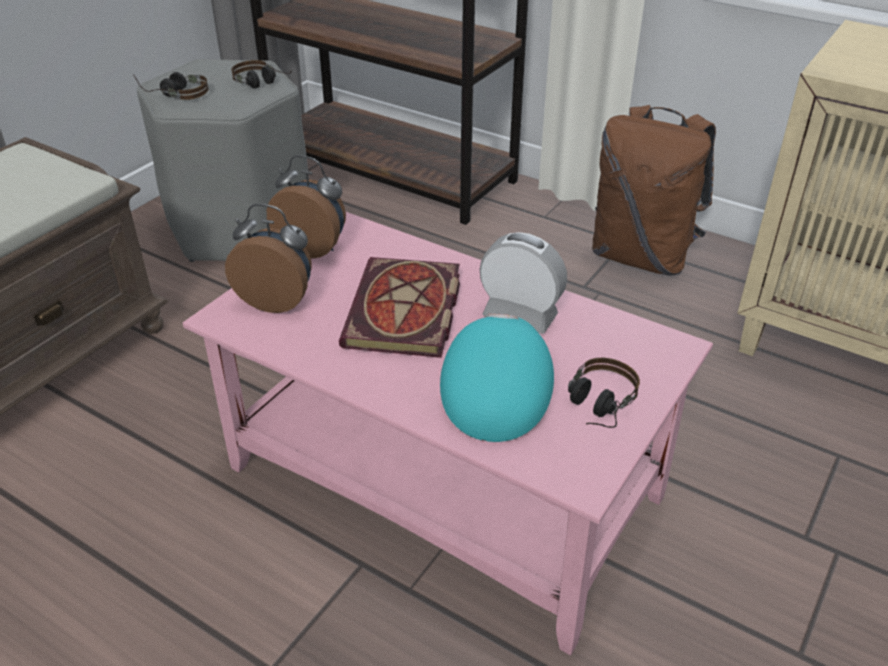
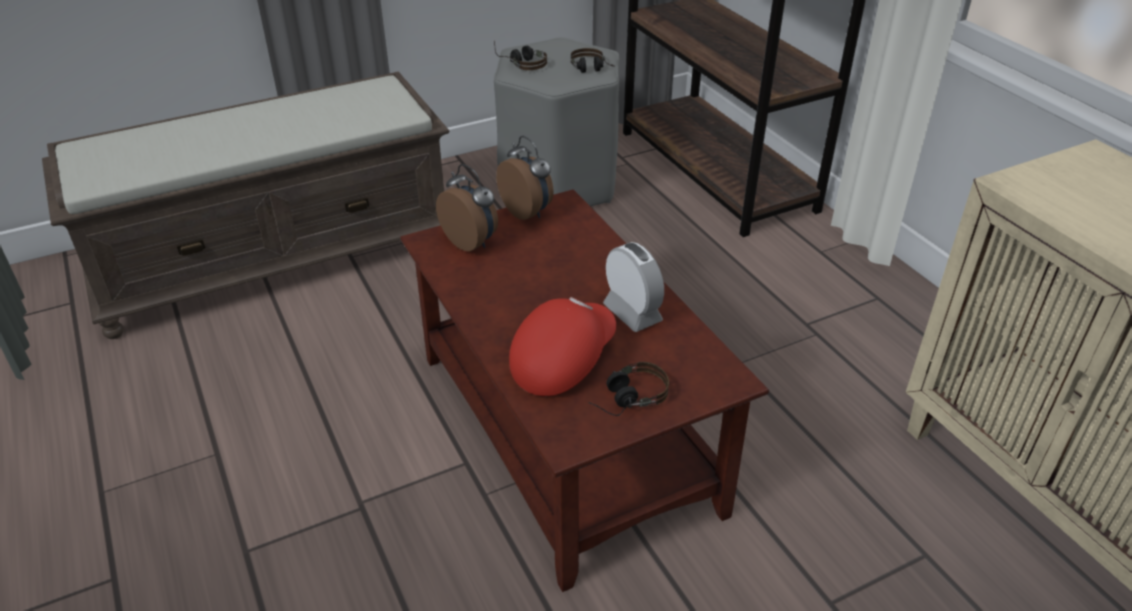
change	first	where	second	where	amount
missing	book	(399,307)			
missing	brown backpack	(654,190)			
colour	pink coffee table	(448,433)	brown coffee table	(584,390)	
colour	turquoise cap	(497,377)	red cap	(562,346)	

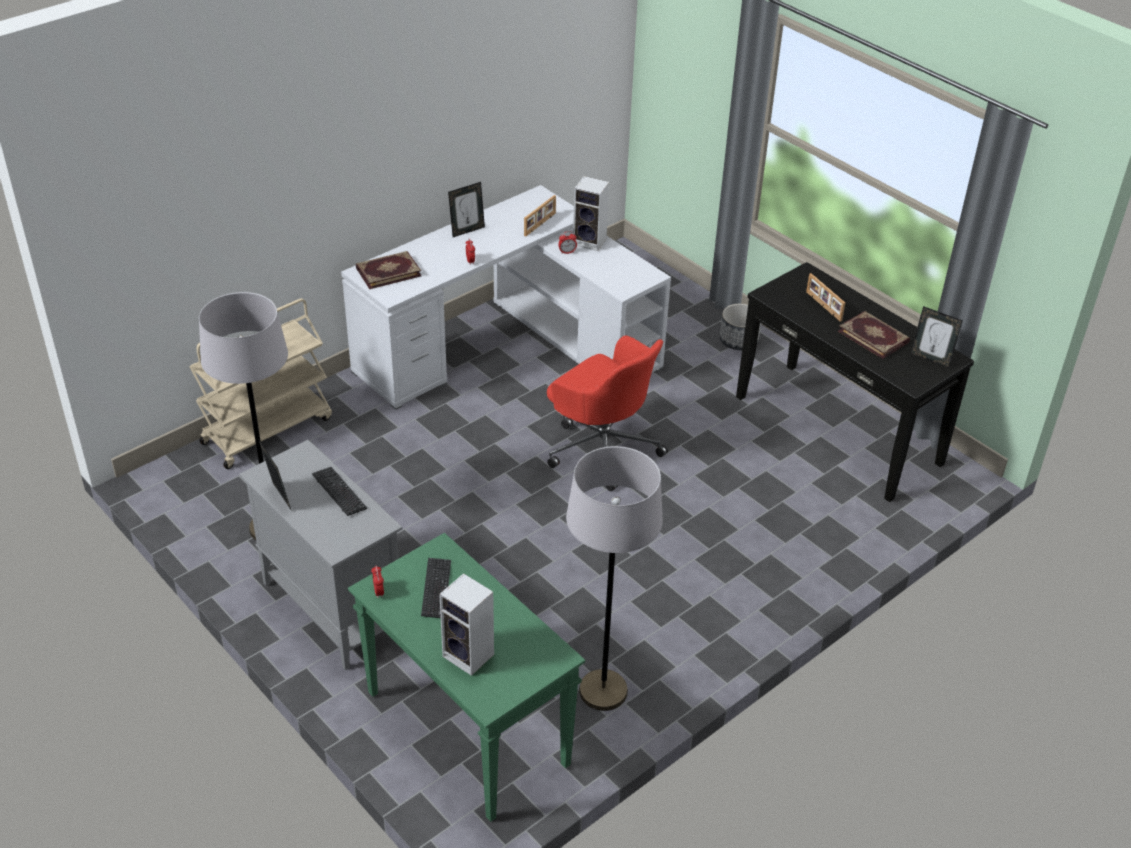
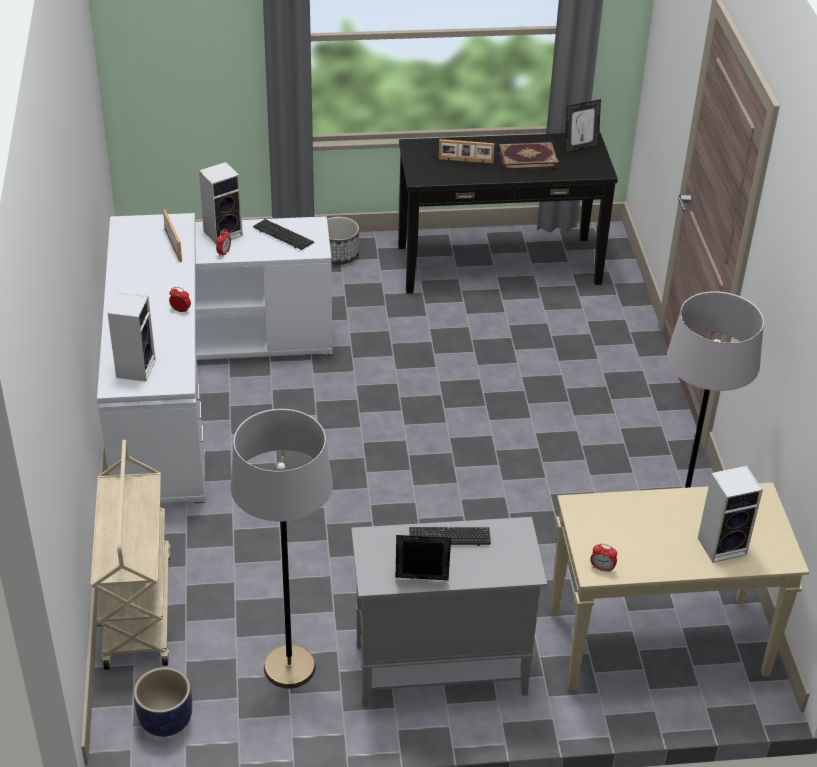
change	first	where	second	where	amount
missing	picture frame	(466,209)			
missing	red office chair	(607,413)			
appeared			planter	(163,702)	
relocated	keyboard	(436,588)		(283,234)	
exchanged	book	(388,270)	speaker	(132,337)	
colour	green console table	(466,677)	beige console table	(680,586)	

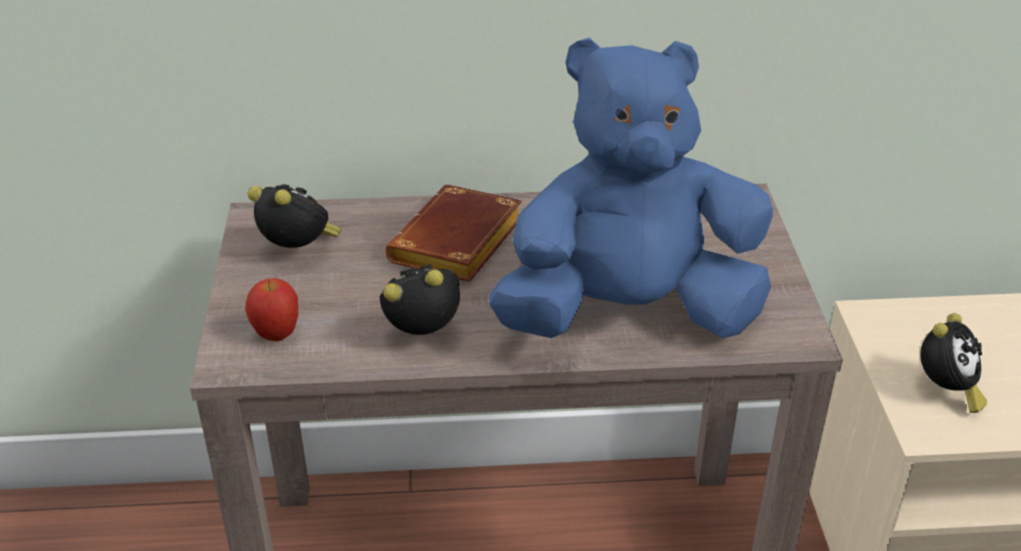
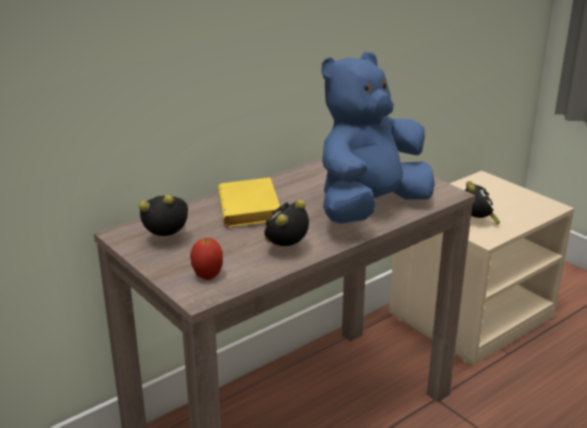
change	first	where	second	where	amount
colour	brown book	(454,233)	yellow book	(249,202)	

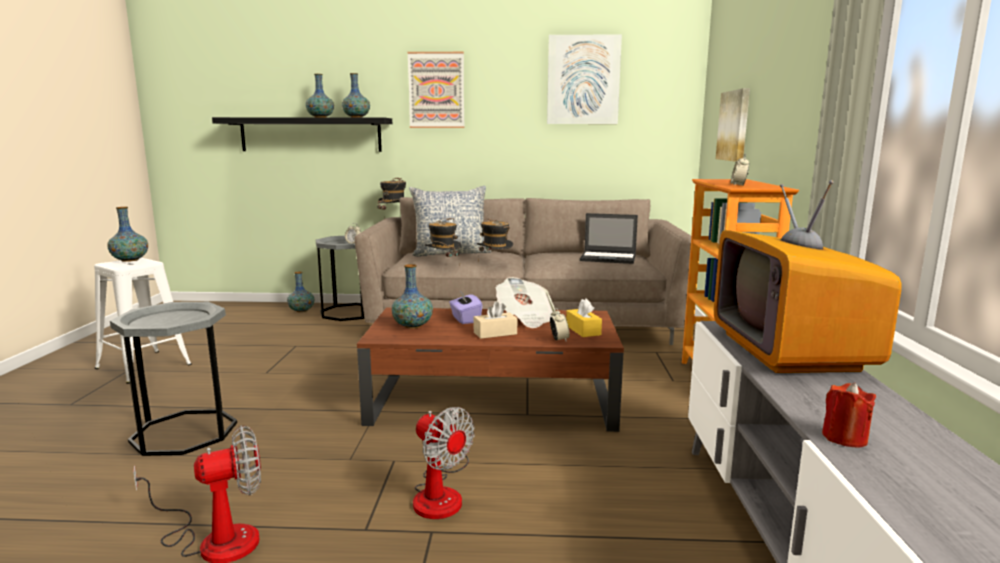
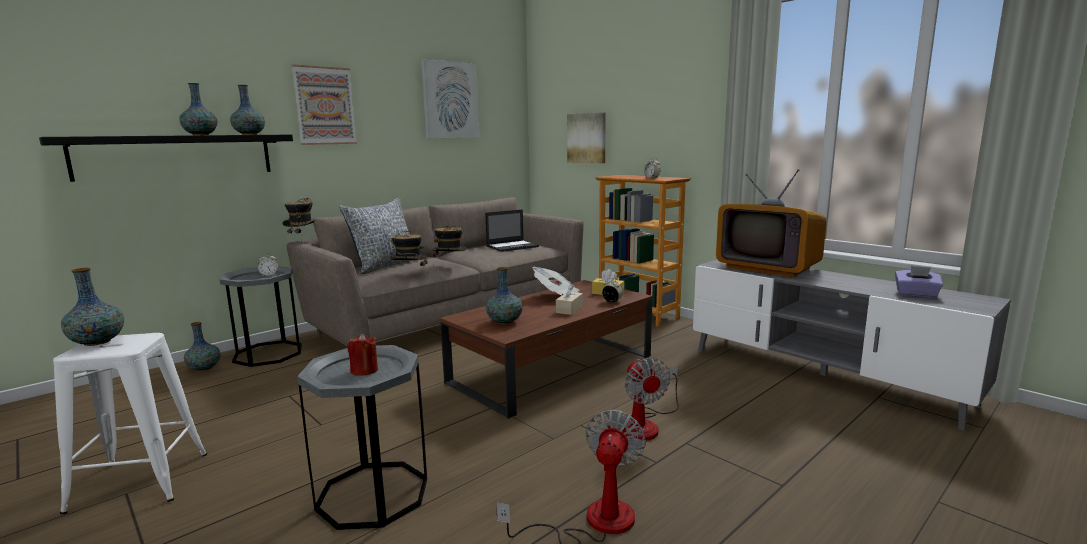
change	first	where	second	where	amount
relocated	purple tissue box	(466,307)		(919,282)	
relocated	red candle	(849,415)		(362,354)	
spun	fan	(444,463)		(652,399)	75 degrees clockwise

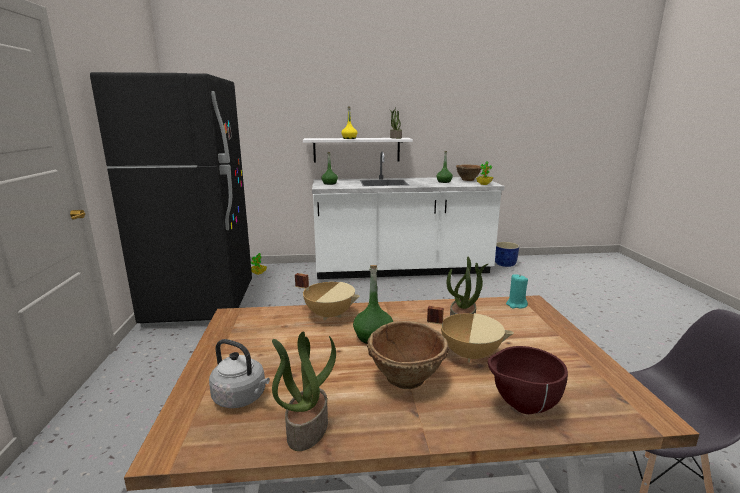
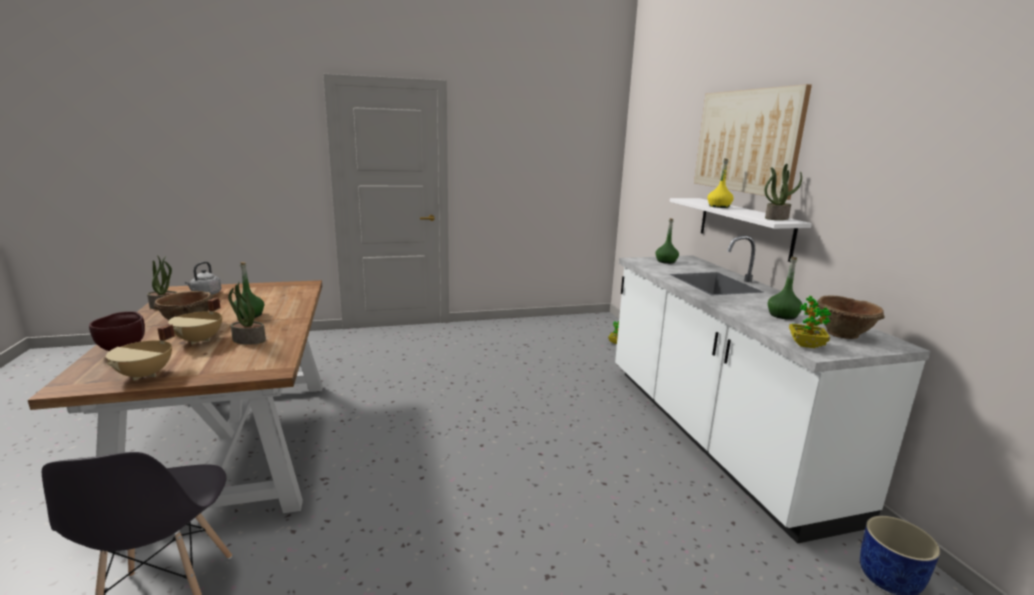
change	first	where	second	where	amount
missing	black fridge	(171,199)			
missing	turquoise candle	(517,291)			
appeared			picture	(753,142)	
relocated	beige cooking pot	(327,297)		(140,352)	

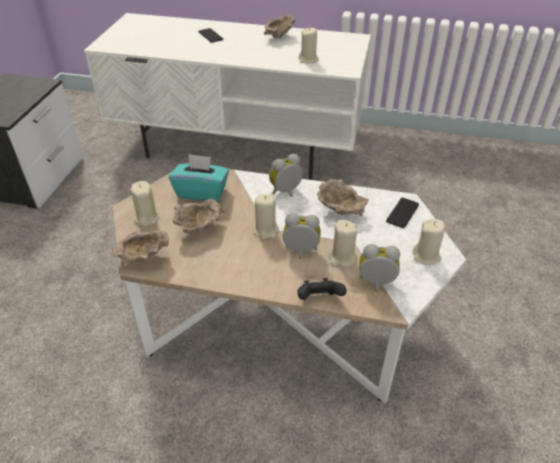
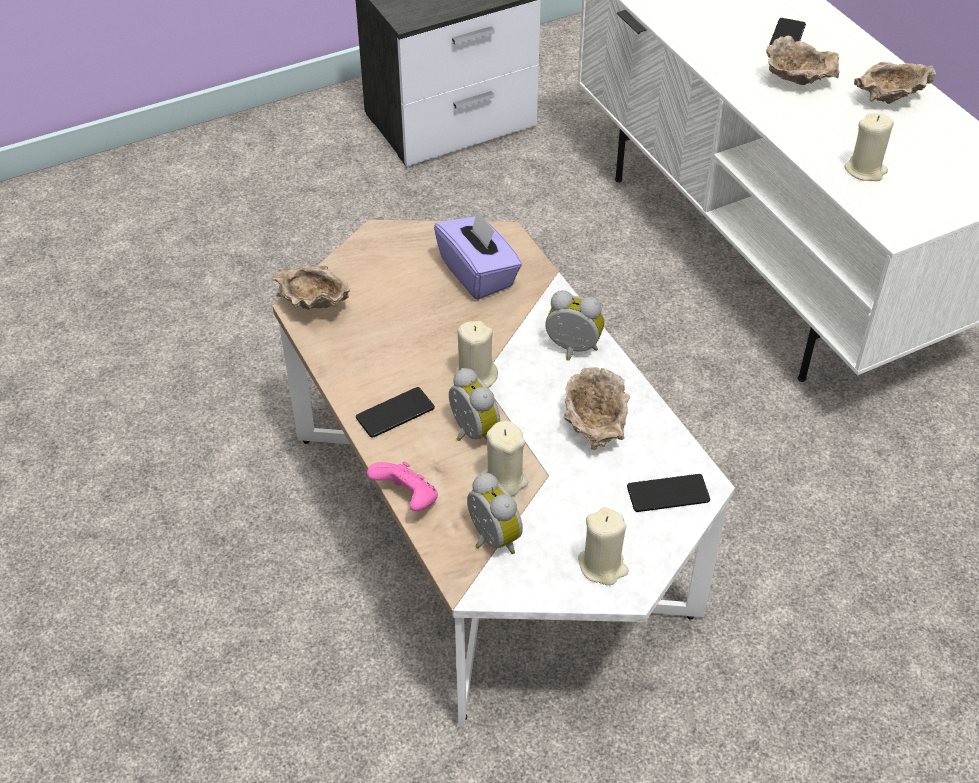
change	first	where	second	where	amount
missing	beige candle	(144,204)			
appeared			phone	(395,412)	
relocated	beige bowl	(198,215)		(803,60)	
colour	turquoise tissue box	(199,178)	purple tissue box	(478,255)	
colour	black game controller	(321,289)	pink game controller	(402,486)	

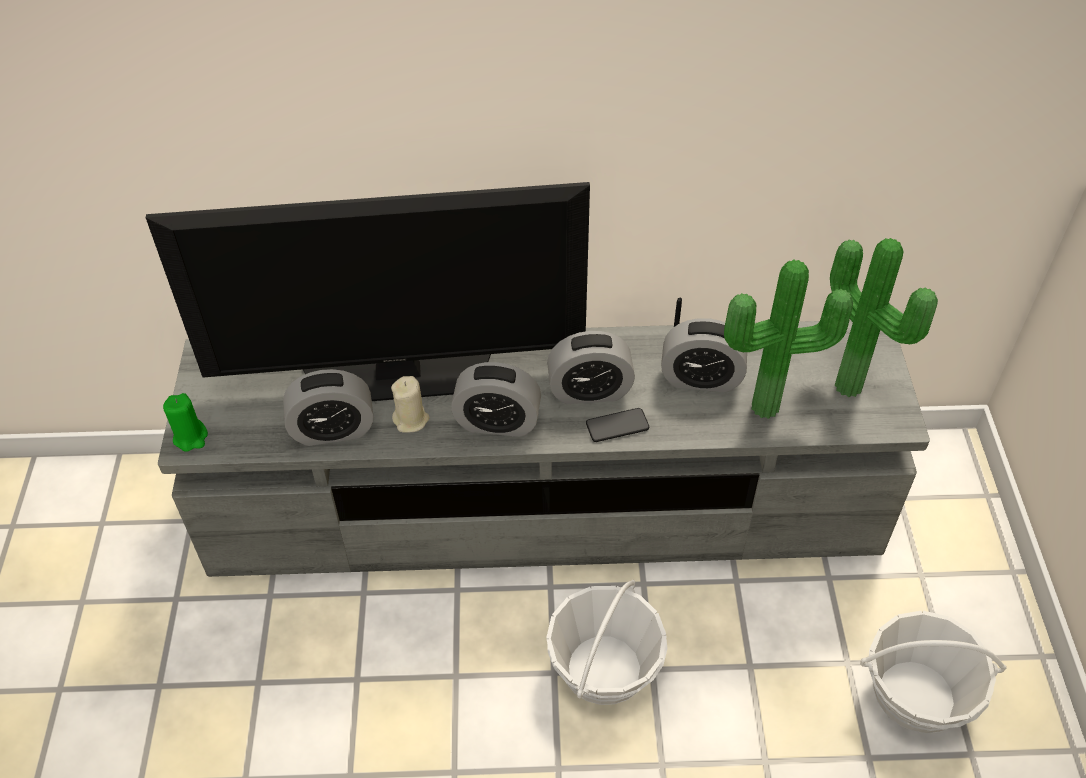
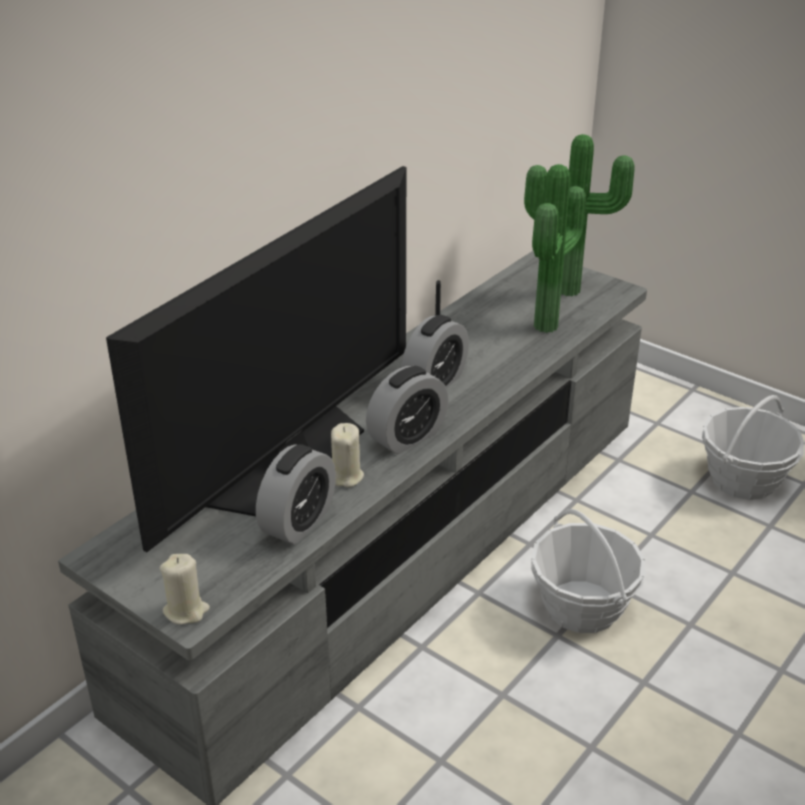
change	first	where	second	where	amount
missing	phone	(617,425)			
missing	alarm clock	(704,355)			
colour	green candle	(185,422)	beige candle	(185,589)	

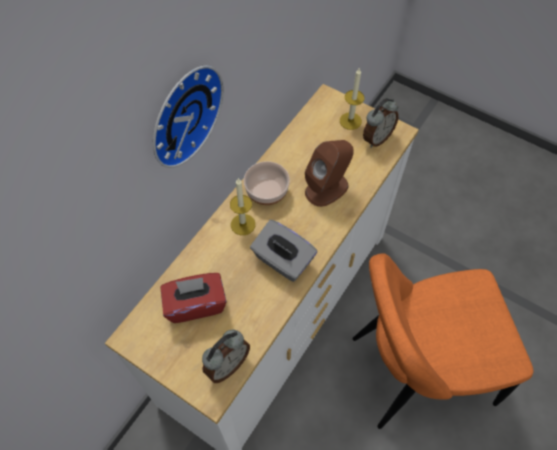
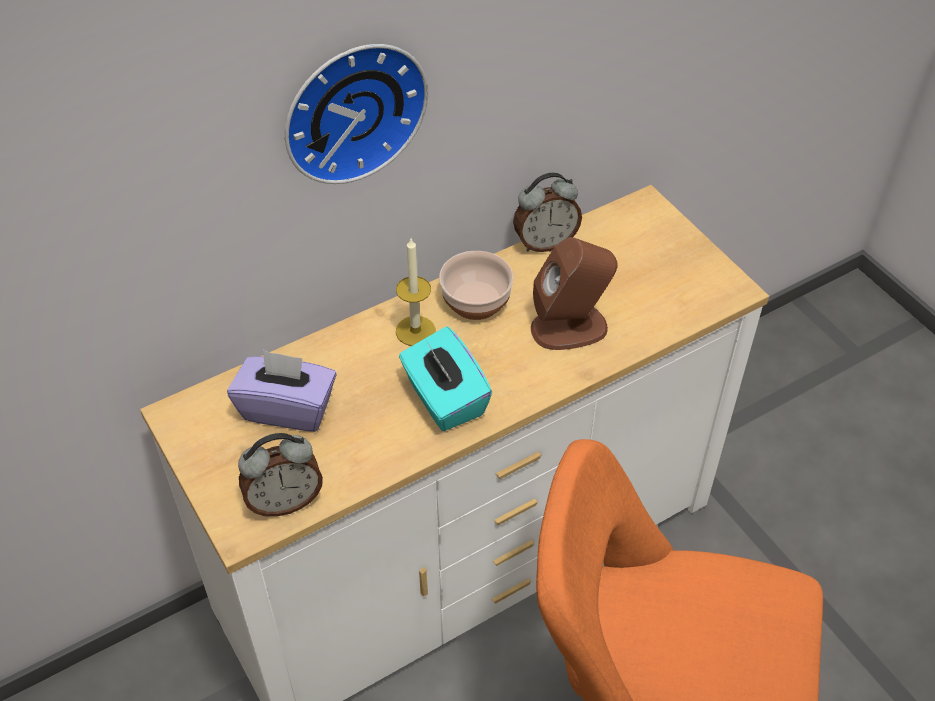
change	first	where	second	where	amount
missing	candle	(352,99)			
relocated	alarm clock	(381,122)		(547,212)	
colour	red tissue box	(193,298)	purple tissue box	(282,391)	
colour	grey tissue box	(283,250)	turquoise tissue box	(445,379)	

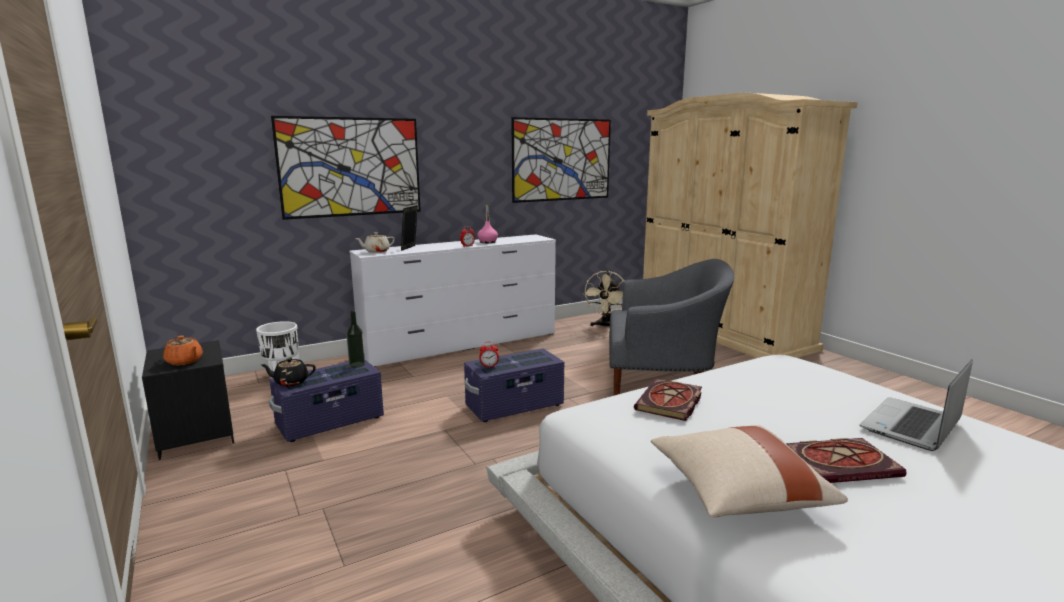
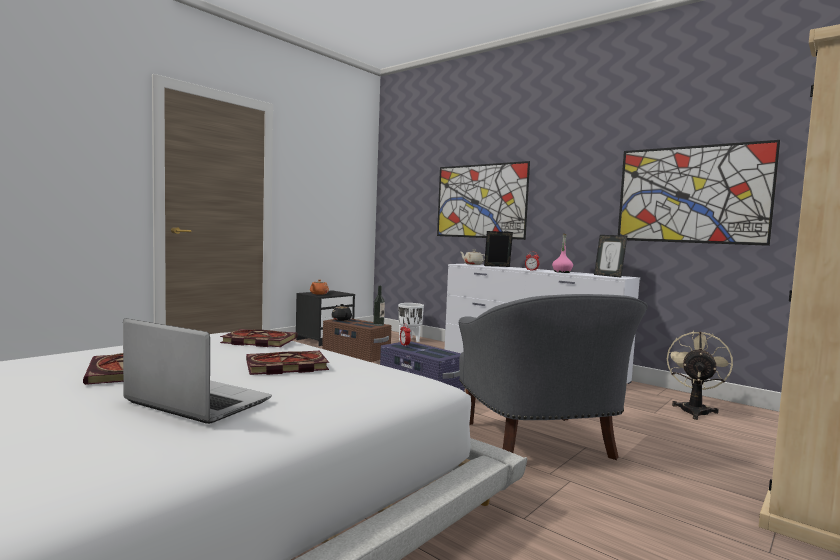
change	first	where	second	where	amount
missing	beige pillow	(749,471)			
appeared			book	(287,363)	
appeared			picture frame	(610,256)	
colour	purple storage box	(326,401)	brown storage box	(357,340)	
spun	beige fan	(603,299)		(700,375)	120 degrees clockwise

